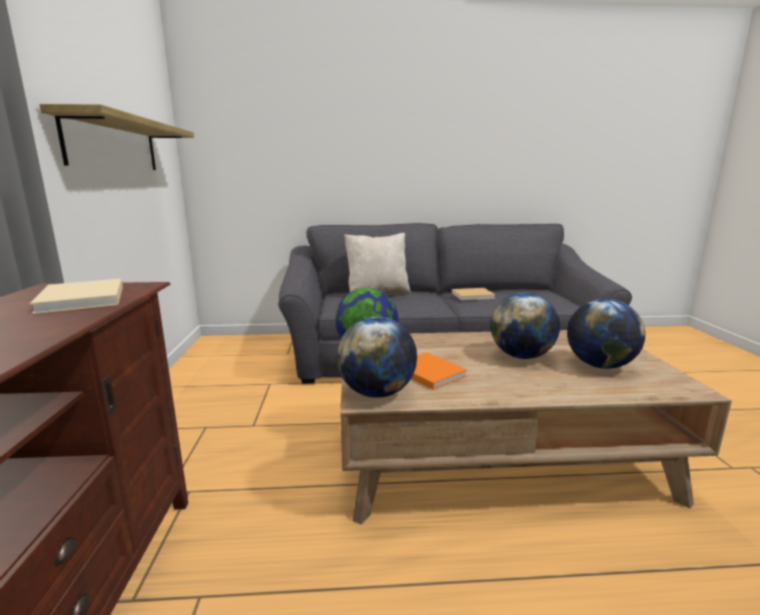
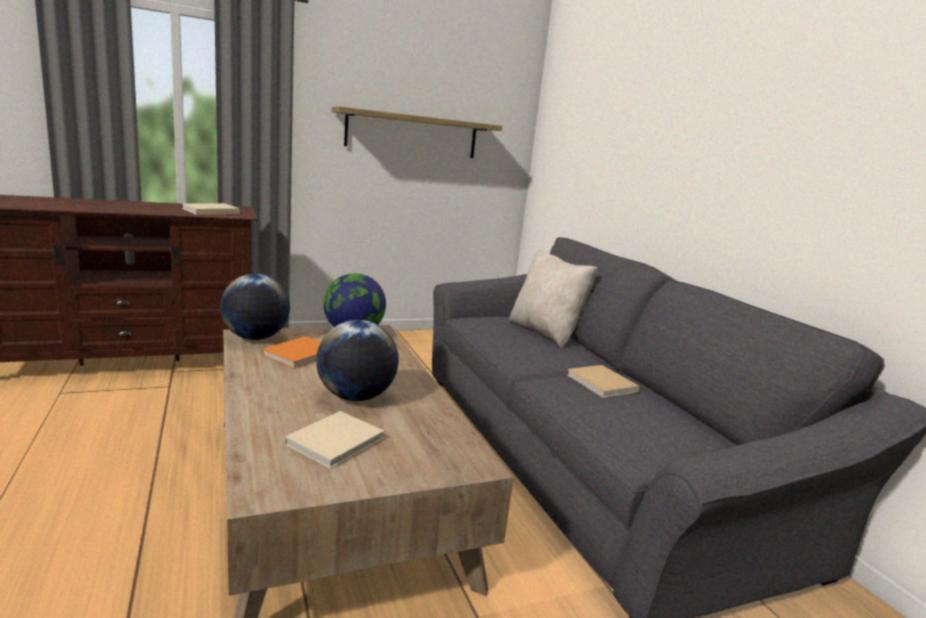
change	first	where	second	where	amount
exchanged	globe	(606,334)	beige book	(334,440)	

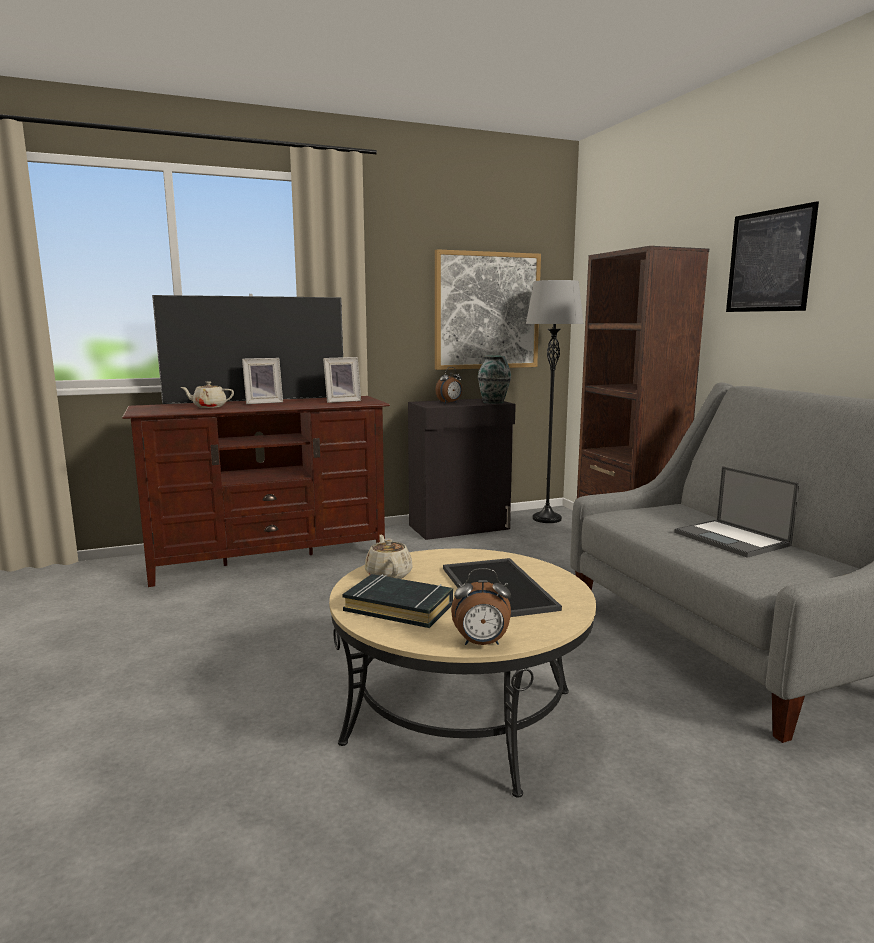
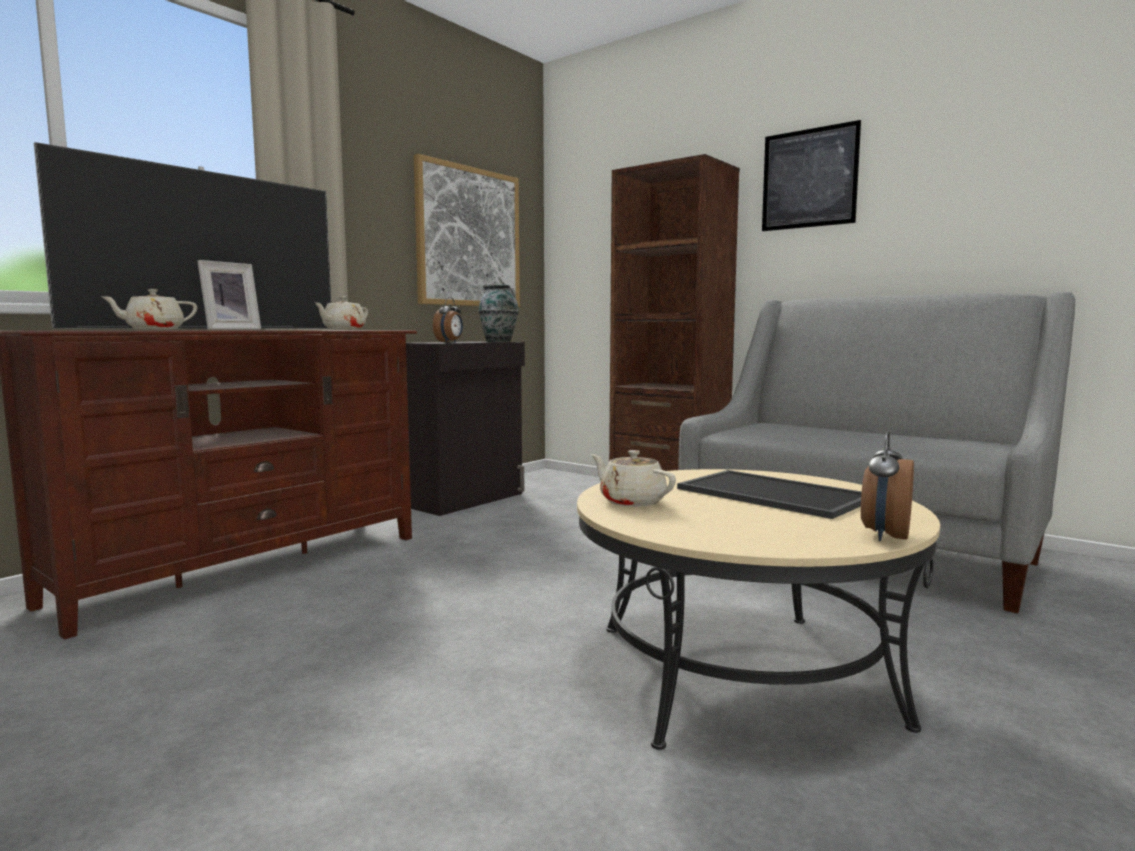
change	first	where	second	where	amount
missing	black book	(398,601)			
missing	grey floor lamp	(555,401)			
missing	laptop	(736,512)			
exchanged	picture frame	(342,380)	beige teapot	(341,313)	
spun	alarm clock	(481,606)		(887,486)	150 degrees clockwise

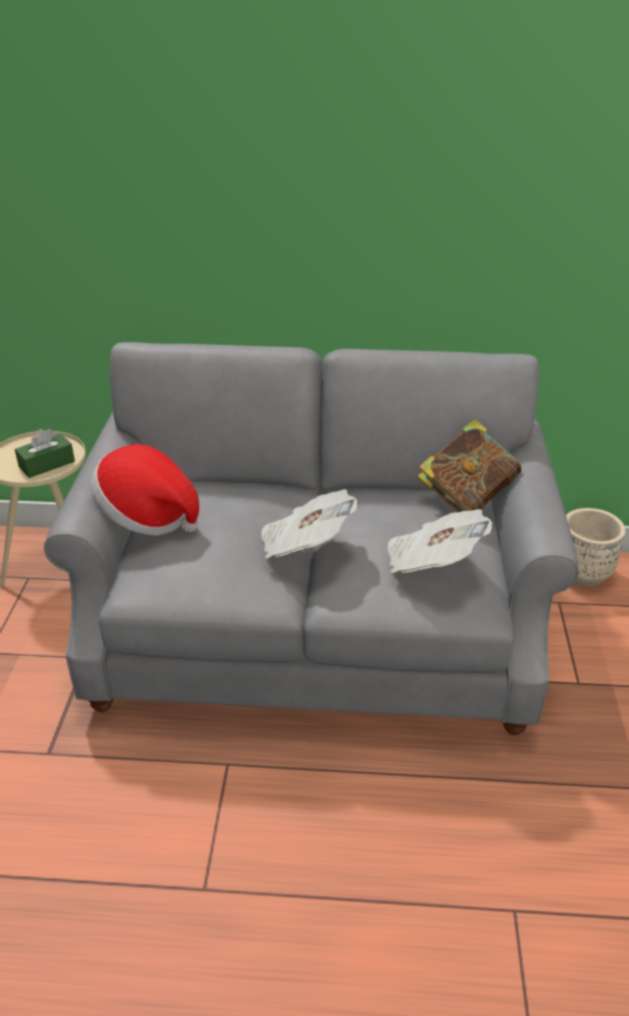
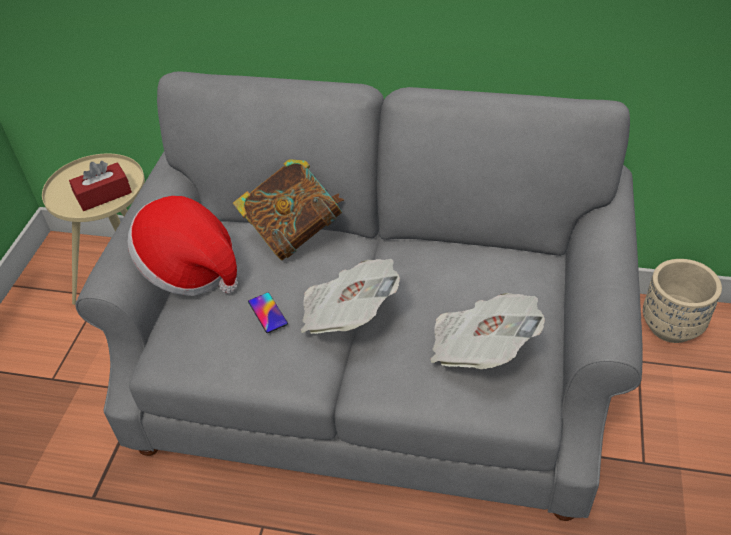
change	first	where	second	where	amount
appeared			phone	(268,313)	
relocated	book	(469,466)		(288,209)	
colour	green tissue box	(45,453)	red tissue box	(100,186)	

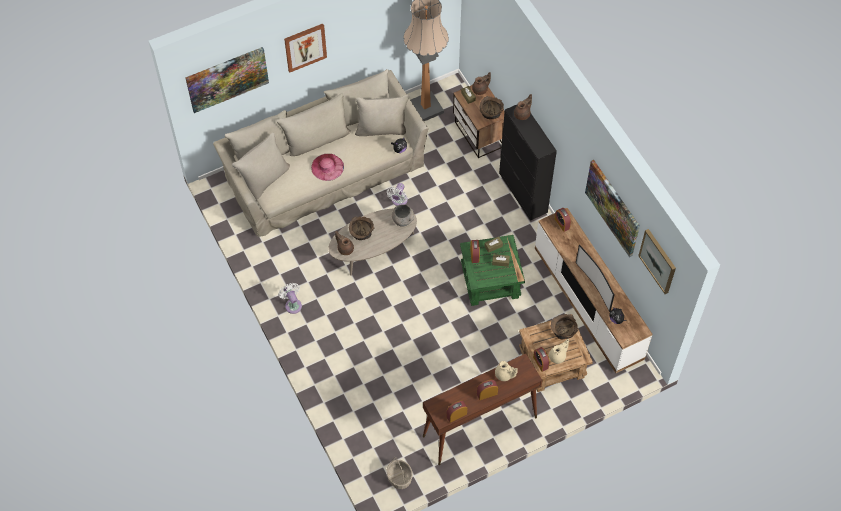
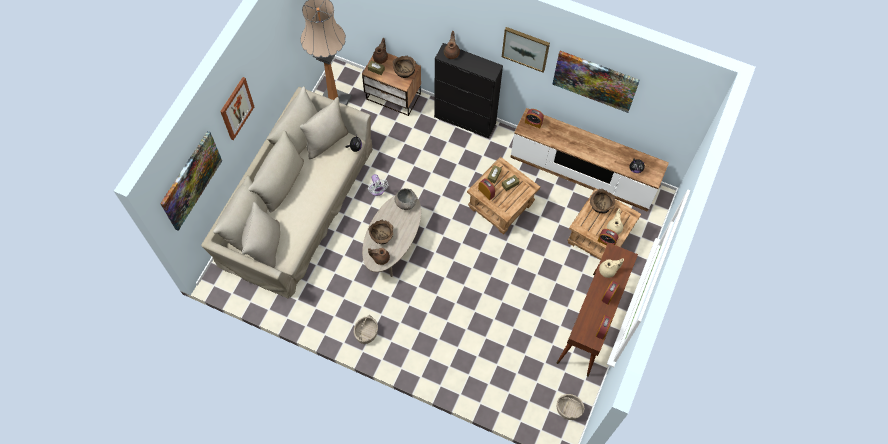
change	first	where	second	where	amount
missing	pink hat	(327,167)			
missing	television	(595,278)			
relocated	picture	(657,261)		(526,50)	
exchanged	white fan	(290,298)	basket	(366,329)	
colour	green side table	(492,270)	brown side table	(503,196)	

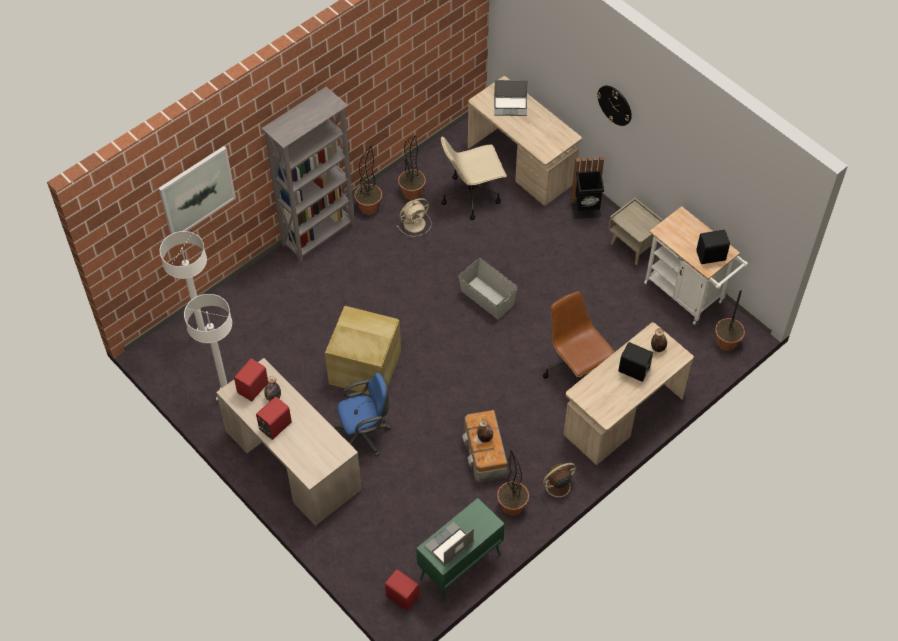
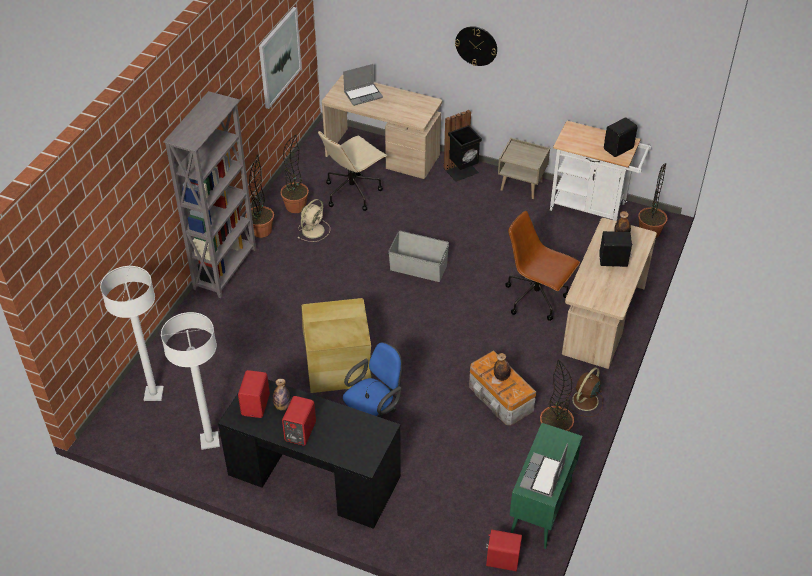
change	first	where	second	where	amount
relocated	picture	(197,190)		(280,58)	
colour	beige desk	(289,442)	black desk	(309,454)	

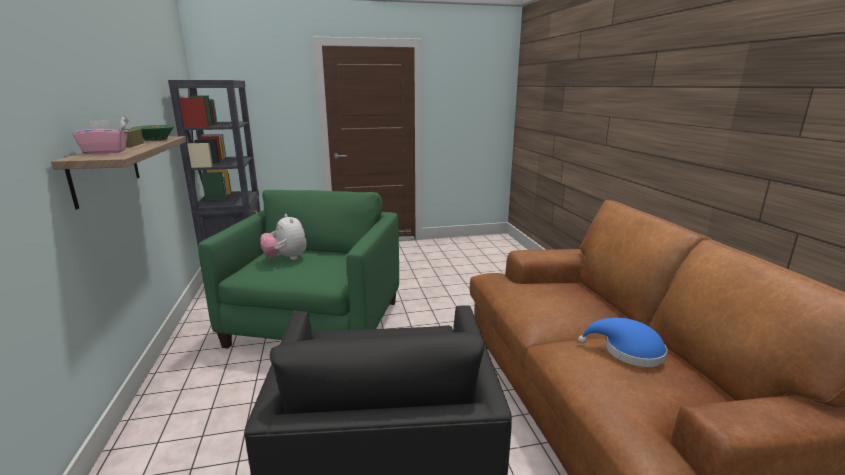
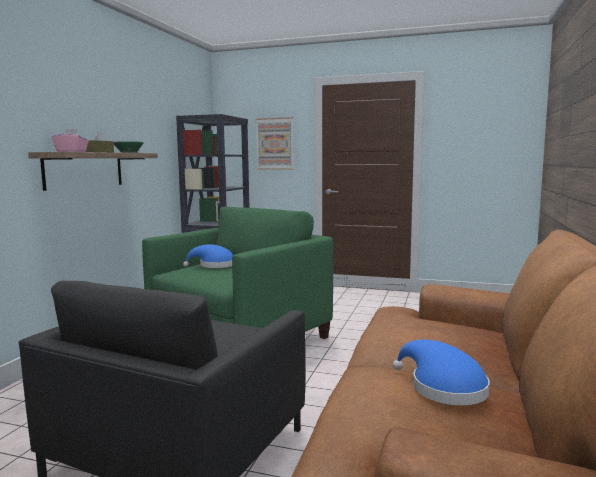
change	first	where	second	where	amount
appeared			picture	(274,143)	
exchanged	plush toy	(283,237)	blue hat	(208,256)	

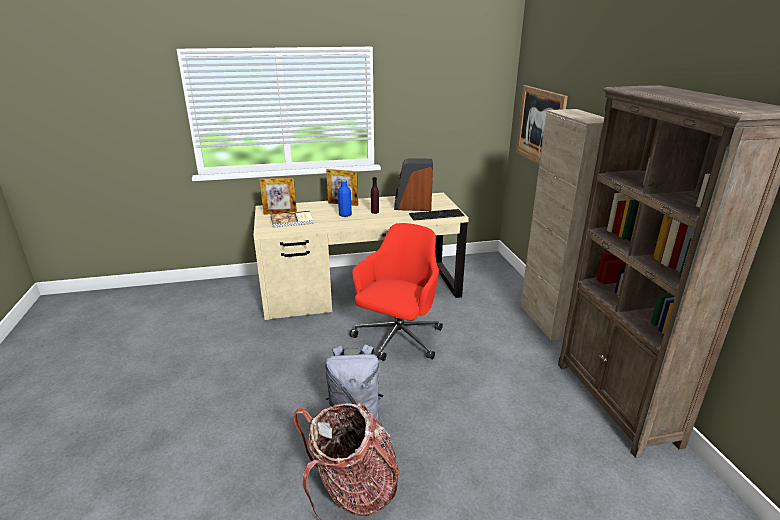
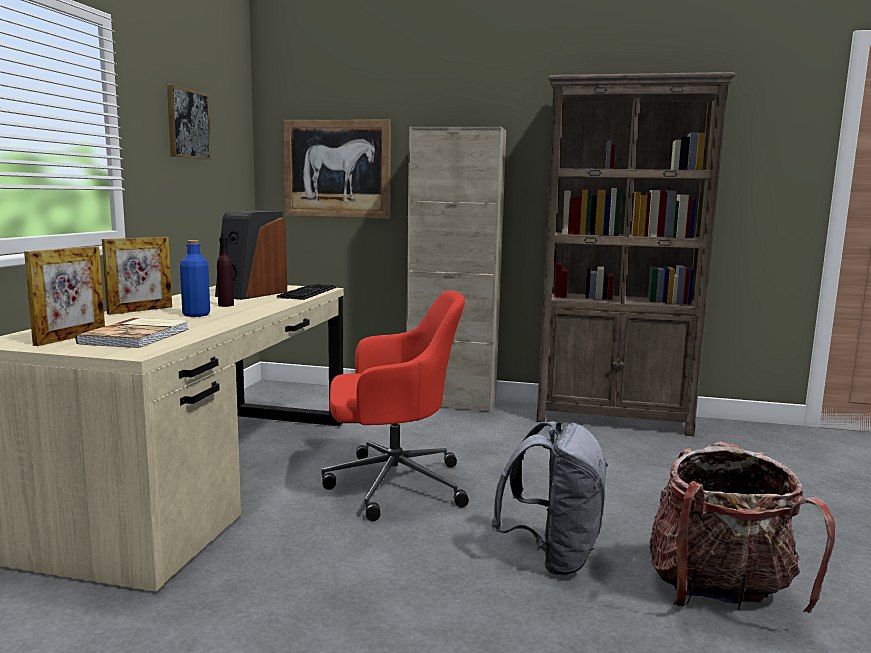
change	first	where	second	where	amount
appeared			picture	(189,122)	
spun	red office chair	(396,292)		(395,406)	120 degrees clockwise

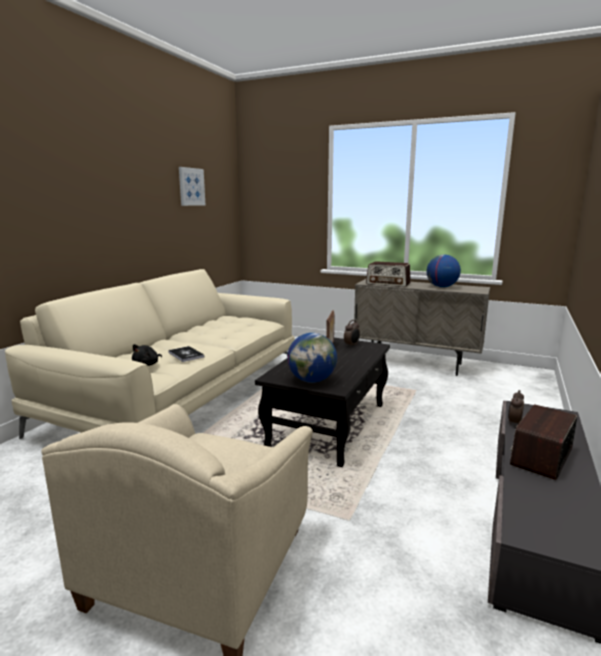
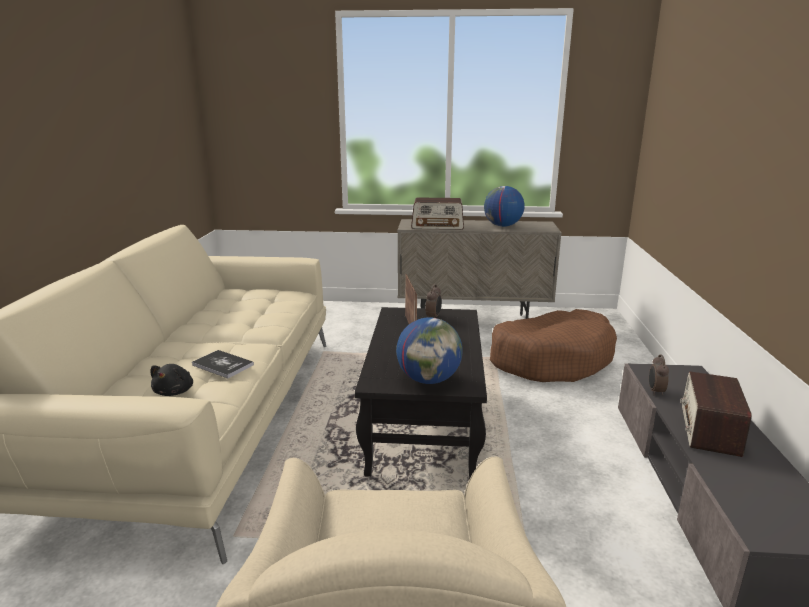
change	first	where	second	where	amount
missing	picture	(192,186)			
appeared			brown dog bed	(553,345)	

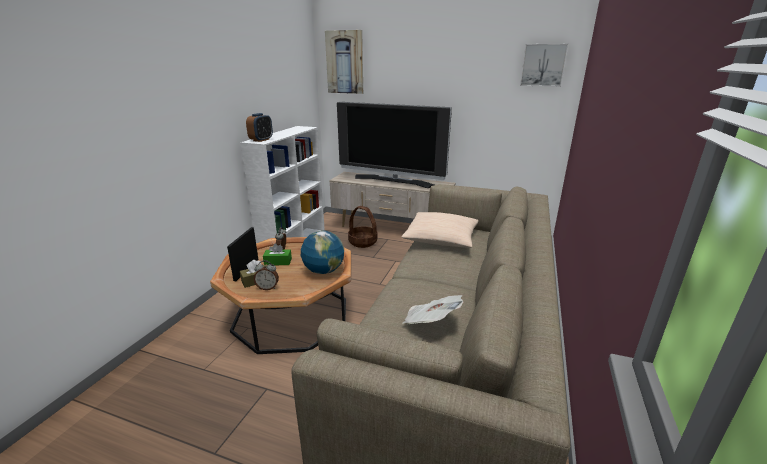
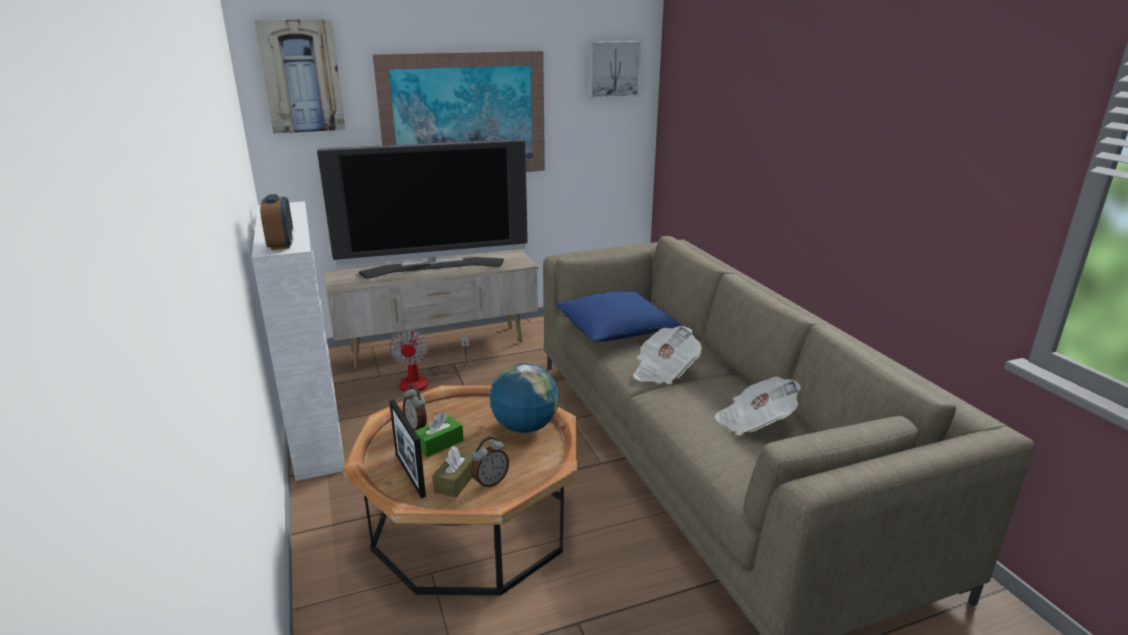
change	first	where	second	where	amount
appeared			picture	(459,111)	
appeared			newspaper	(667,355)	
exchanged	basket	(362,227)	fan	(429,360)	
colour	beige pillow	(440,230)	blue pillow	(618,316)	

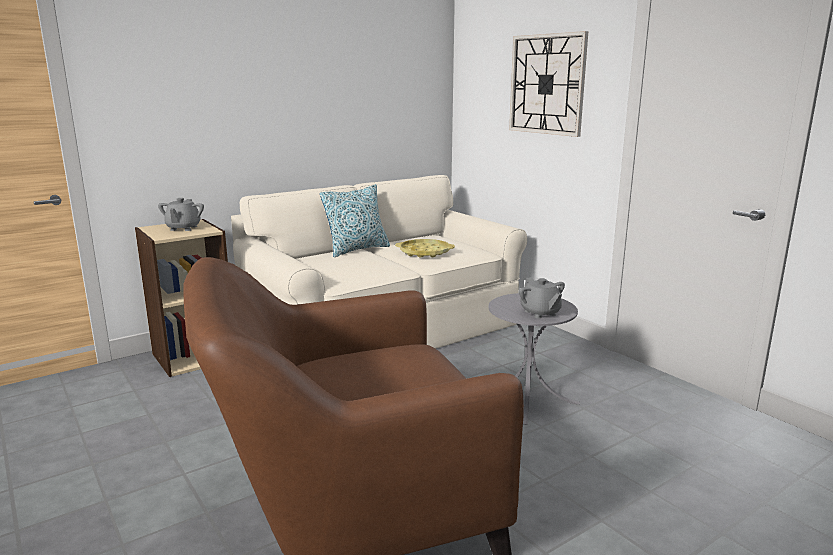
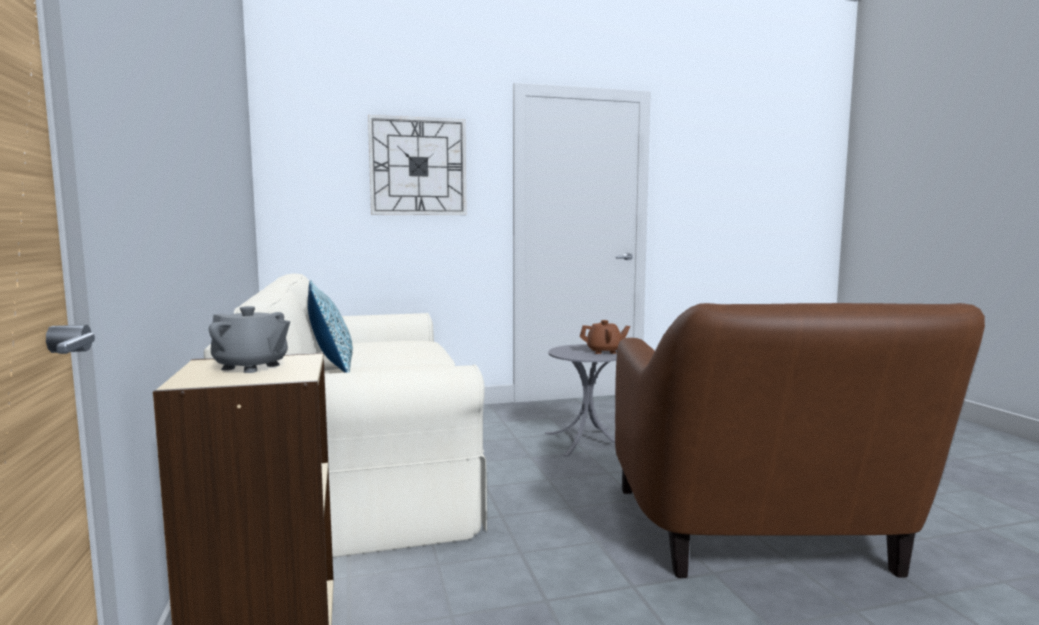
change	first	where	second	where	amount
missing	yellow tray	(425,248)			
colour	grey teapot	(542,297)	brown teapot	(605,337)	

